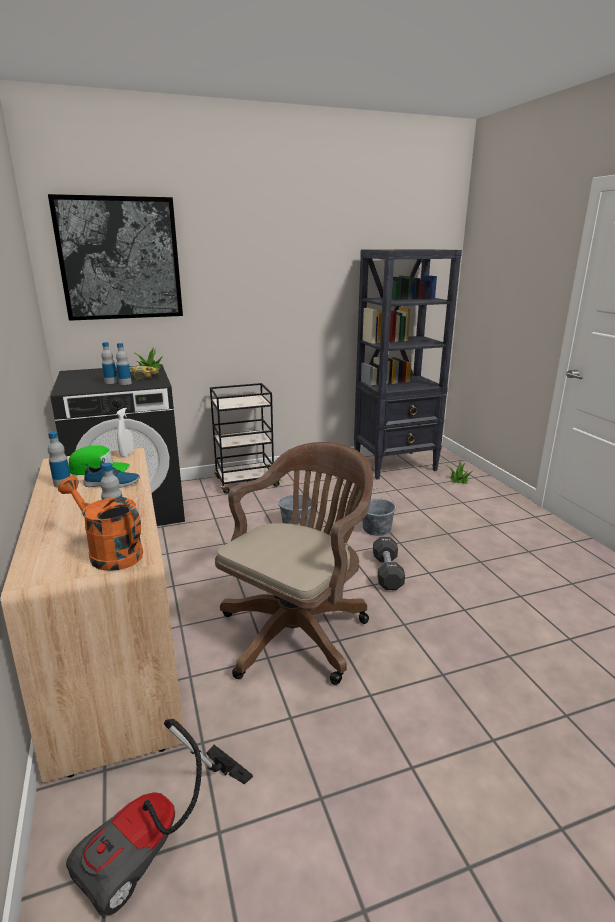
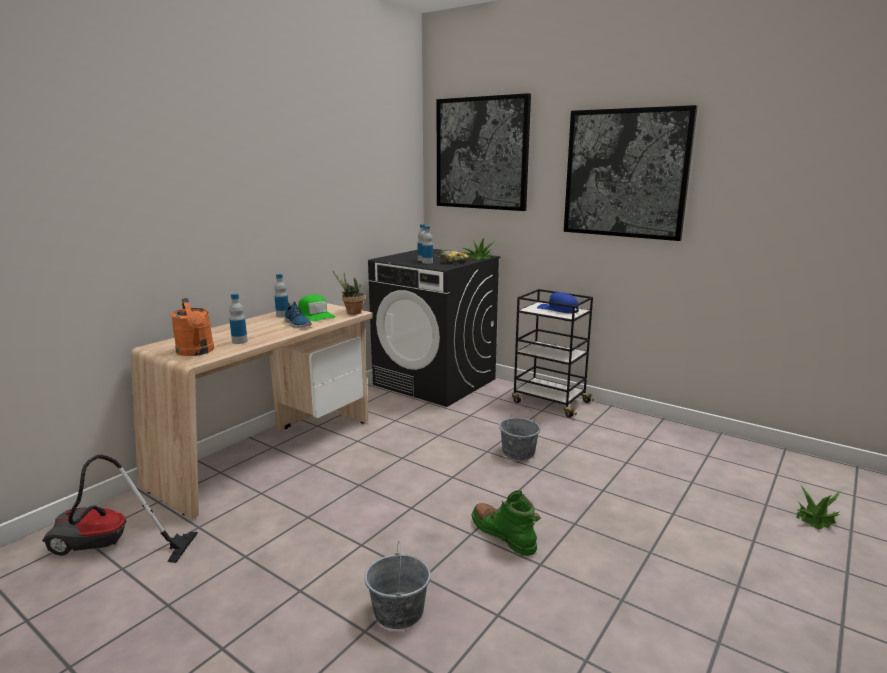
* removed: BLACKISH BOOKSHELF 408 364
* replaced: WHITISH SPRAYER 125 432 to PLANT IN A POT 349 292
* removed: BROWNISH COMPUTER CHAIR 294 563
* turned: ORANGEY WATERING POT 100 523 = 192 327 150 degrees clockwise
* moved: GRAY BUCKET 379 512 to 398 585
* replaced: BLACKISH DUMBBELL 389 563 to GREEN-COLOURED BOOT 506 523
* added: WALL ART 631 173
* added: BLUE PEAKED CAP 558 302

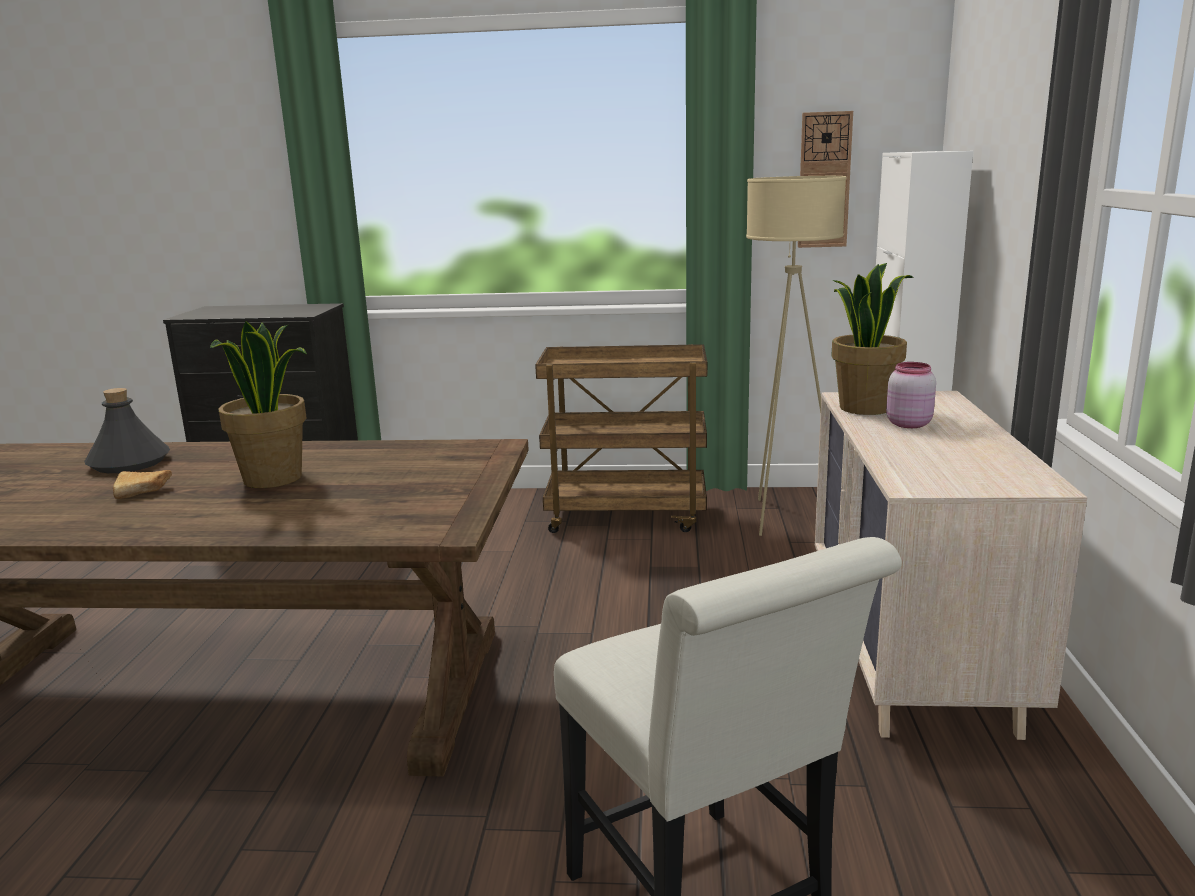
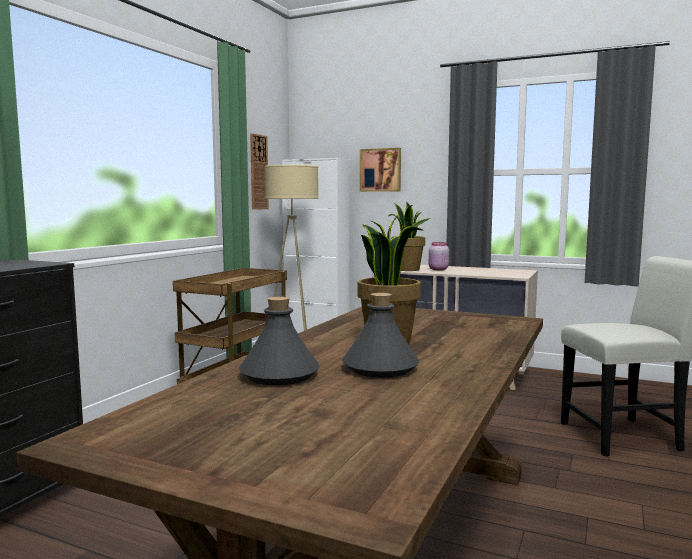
* replaced: BAKED BREAD 142 484 to GRAY BOTTLE 380 335
* added: WALL ART 380 170

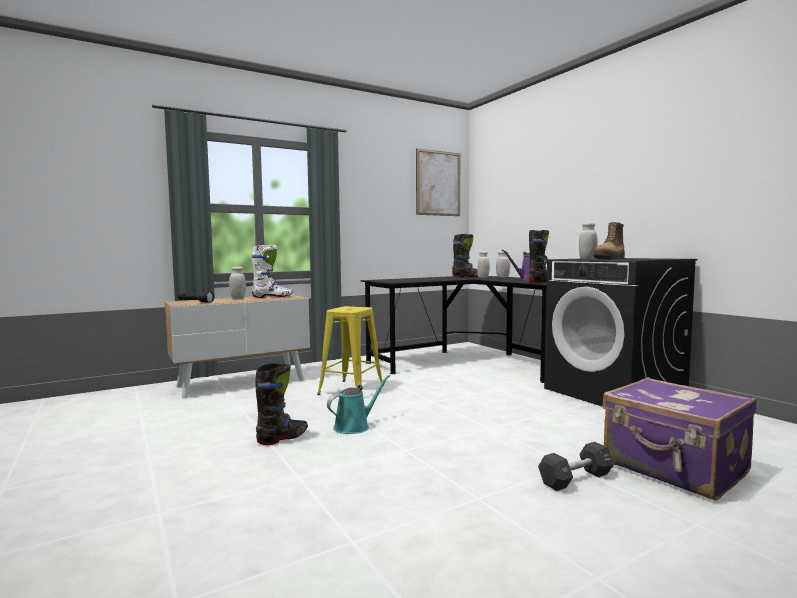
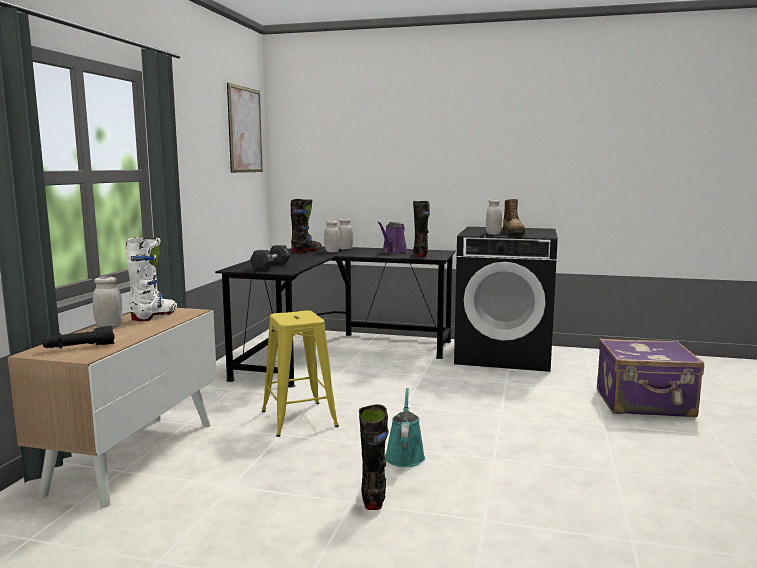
* moved: BLACKISH DUMBBELL 576 466 to 270 258

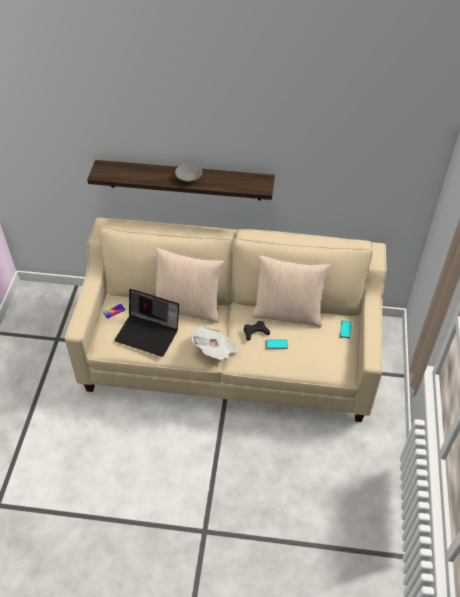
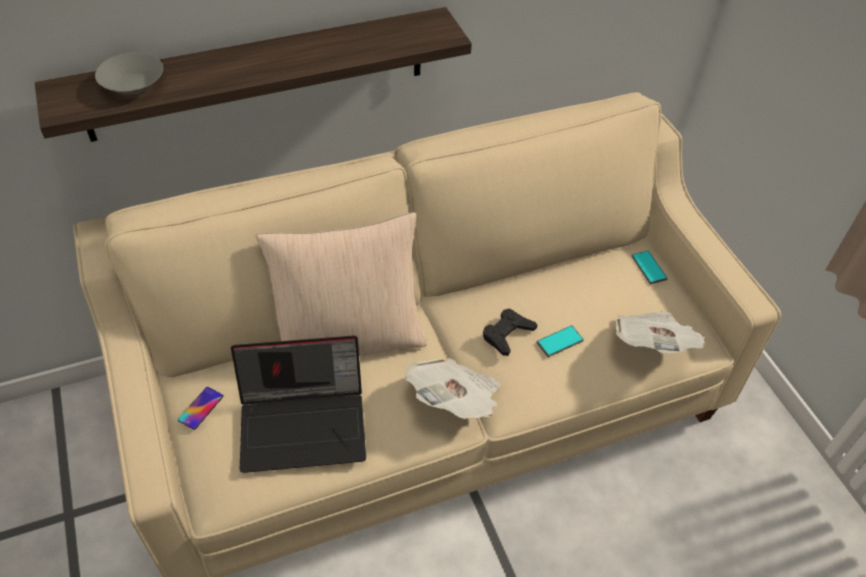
* moved: GRAY BOWL 188 173 to 129 73
* removed: SAND-COLOURED THROW PILLOW 291 291
* added: PRINTED PAPER 660 332

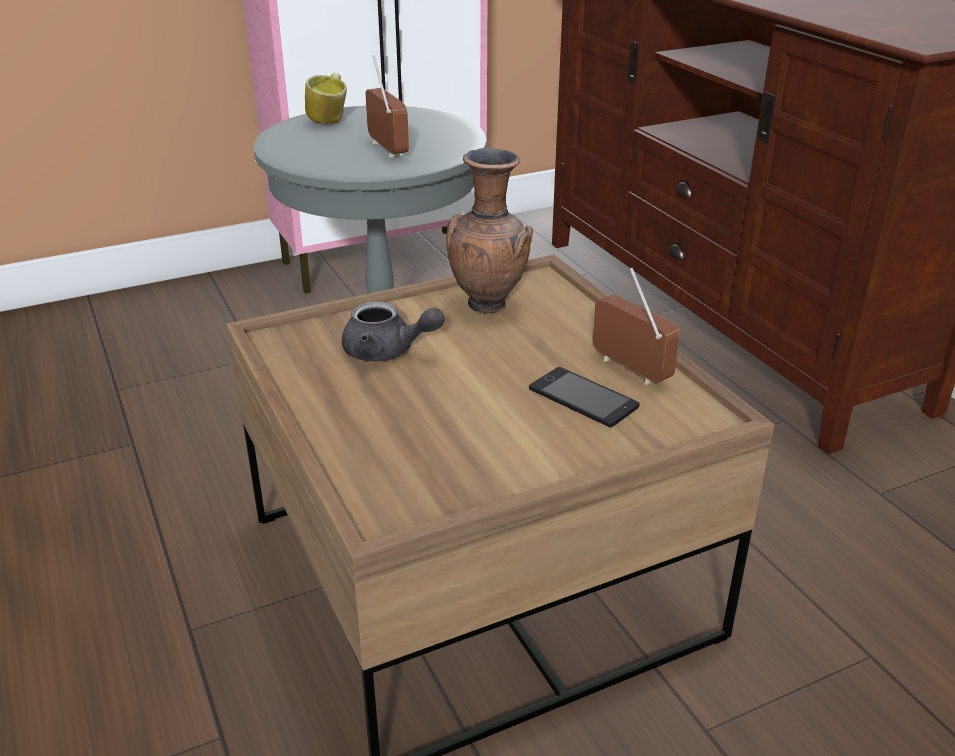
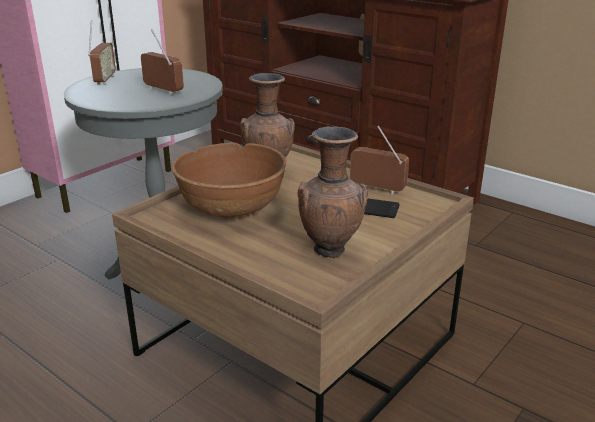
* replaced: TEA MUG 326 98 to RADIO RECEIVER 102 52
* replaced: GRAY POT FOR TEA 393 331 to BROWNISH BOWL 229 181
* added: BROWNISH VASE 332 192

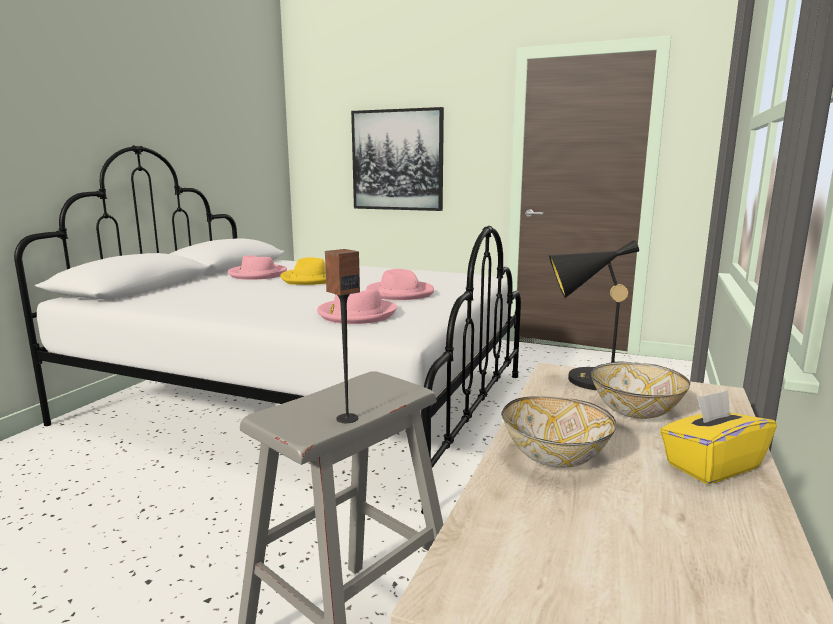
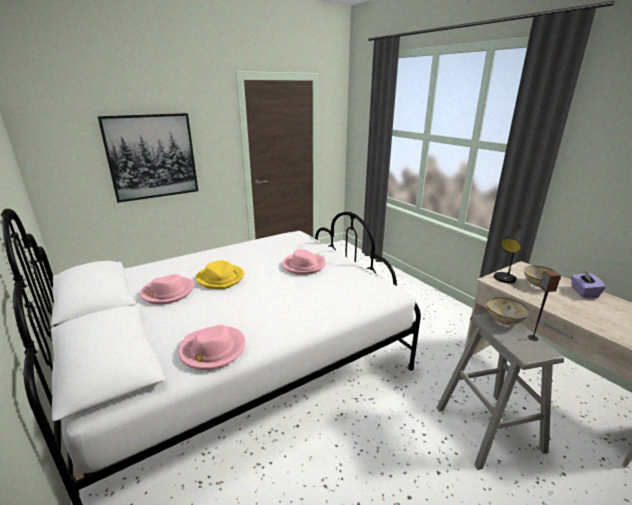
* moved: PINK-COLOURED WEARABLE HAT 357 306 to 211 347
* recoloured: YELLOW-COLOURED TISSUE BOX 718 437 to PURPLE TISSUE BOX 588 284
* moved: BOWL 558 432 to 508 311

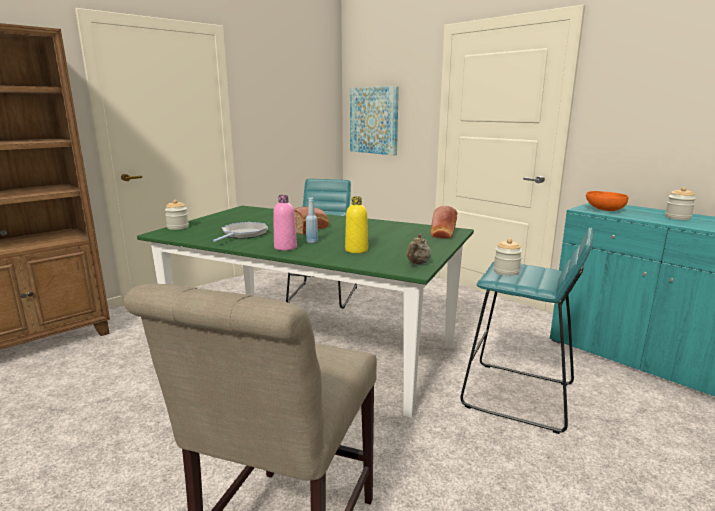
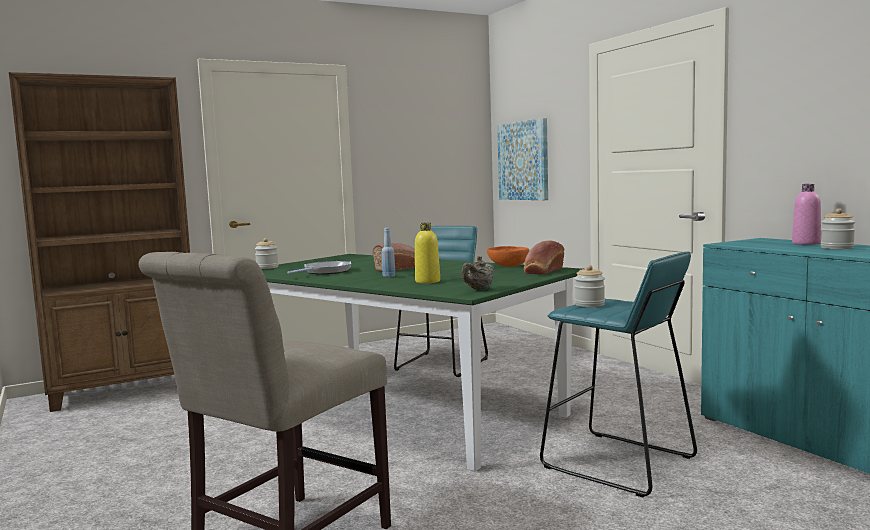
* moved: ORANGEY BOWL 607 201 to 508 256
* moved: PINK-COLOURED BOTTLE 285 223 to 806 214

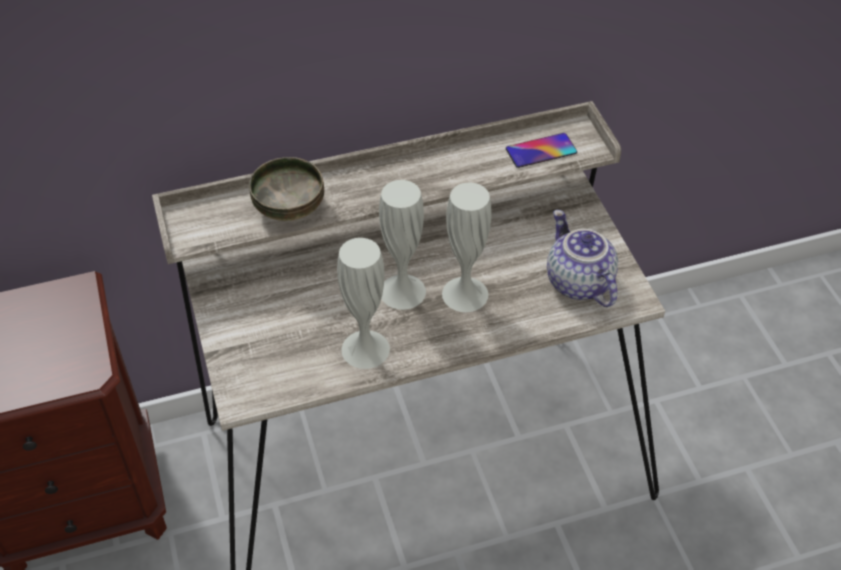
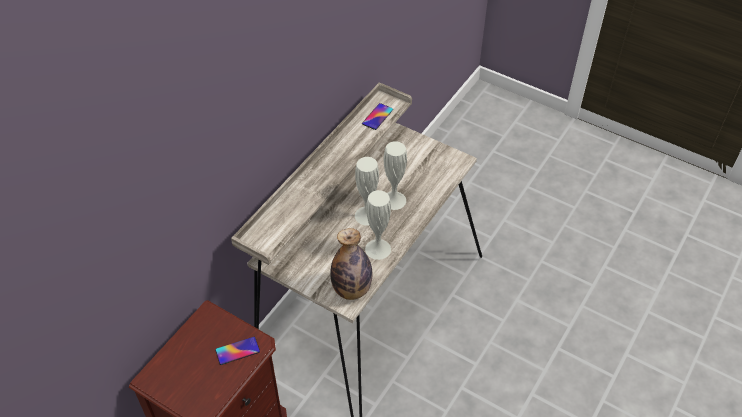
* removed: BOWL 286 189
* removed: POT FOR TEA 582 258
* added: BOTTLE 351 264
* added: TELEPHONE 237 351

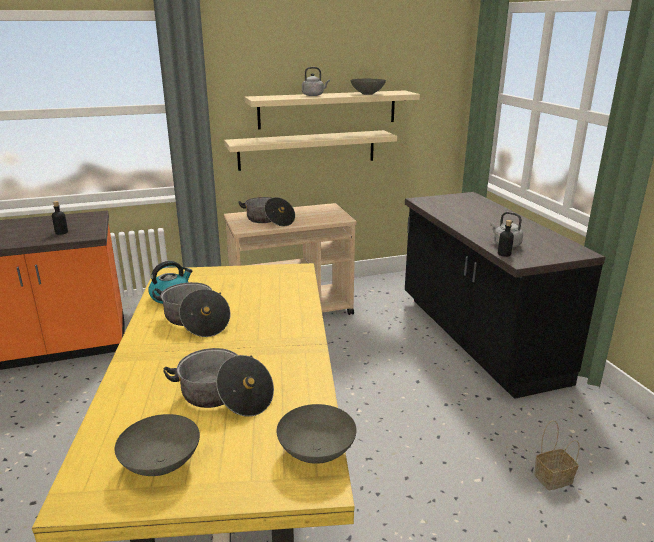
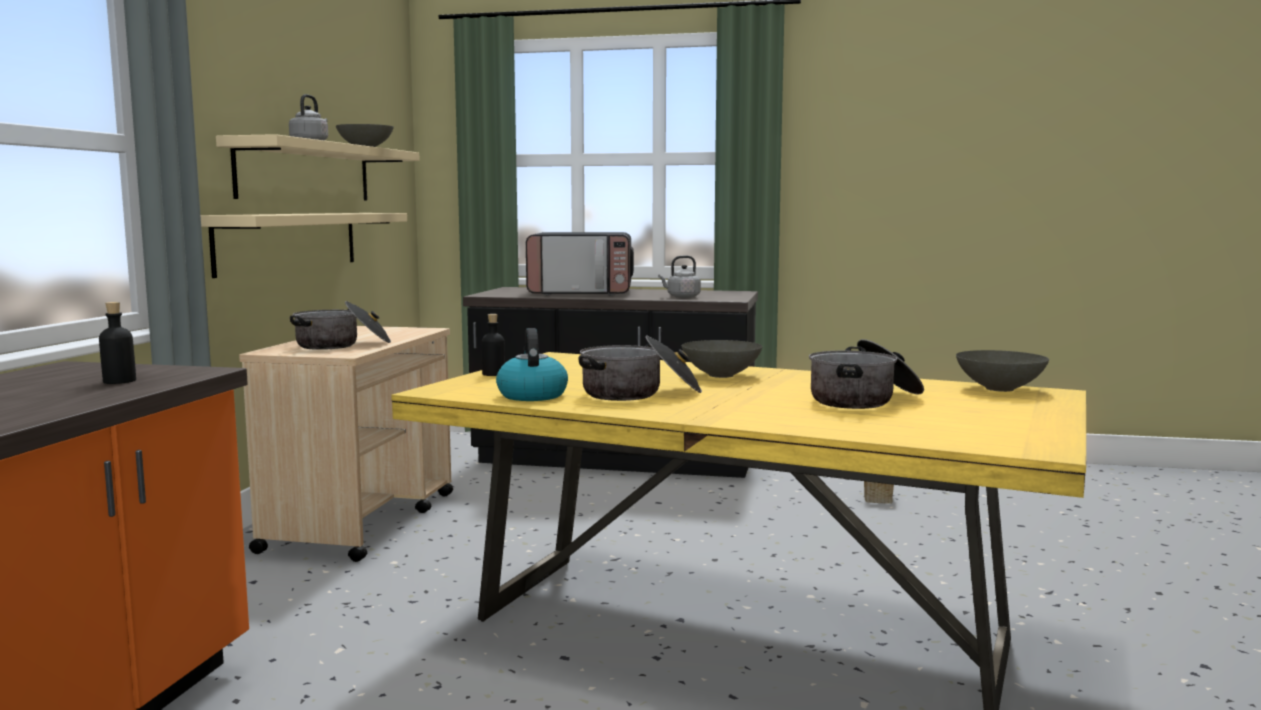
* moved: BLACKISH BOTTLE 506 238 to 493 345
* moved: GRAY BOWL 157 445 to 722 359
* added: KITCHEN MICROWAVE 580 263

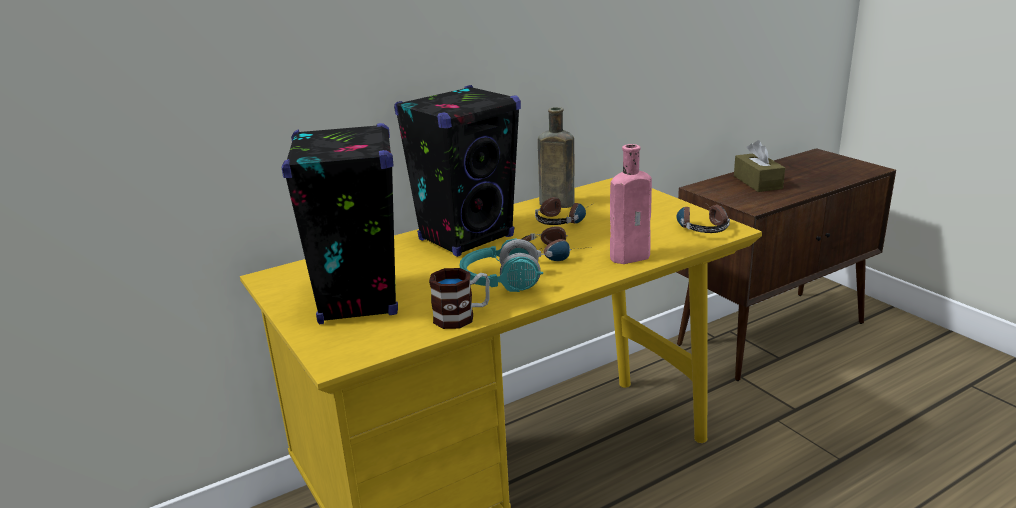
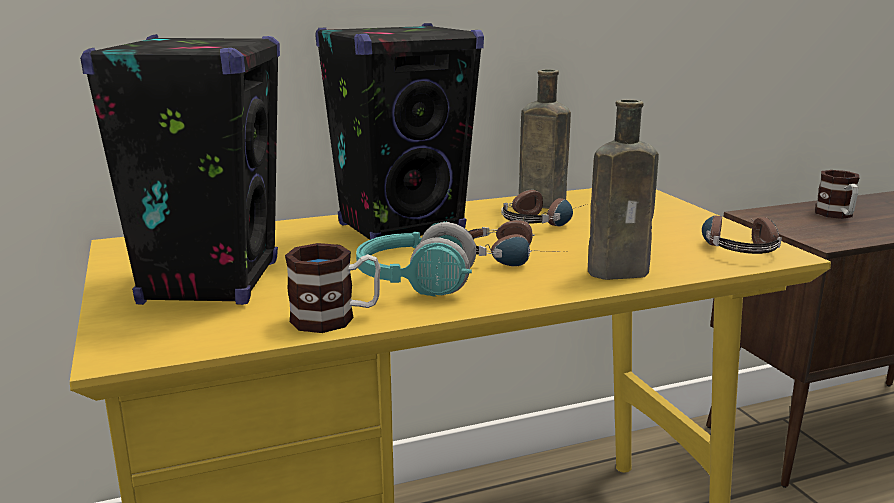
* replaced: BROWNISH TISSUE BOX 759 166 to TEA MUG 837 194
* recoloured: PINK-COLOURED BOTTLE 631 204 to BROWNISH BOTTLE 623 190

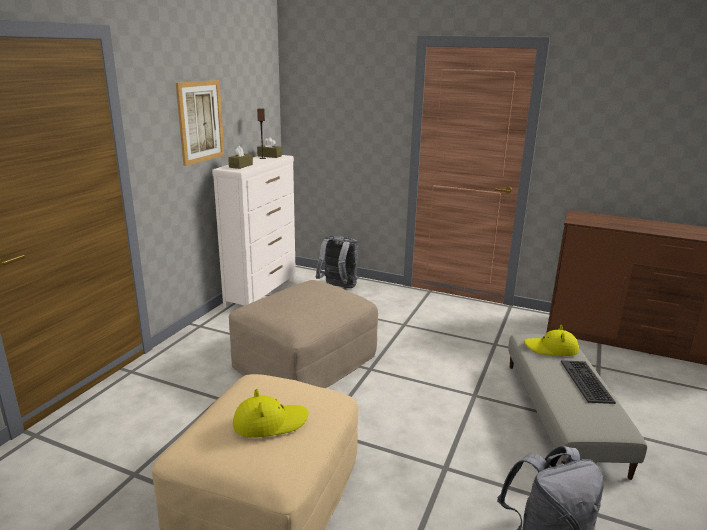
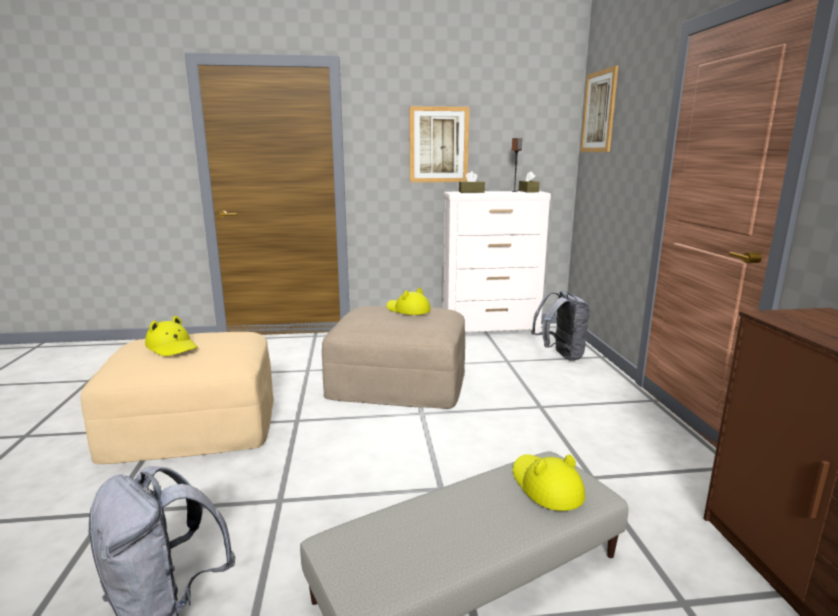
* removed: KEYBOARD 588 382
* added: WALL ART 599 109
* added: YELLOW-COLOURED WEARABLE HAT 408 301

